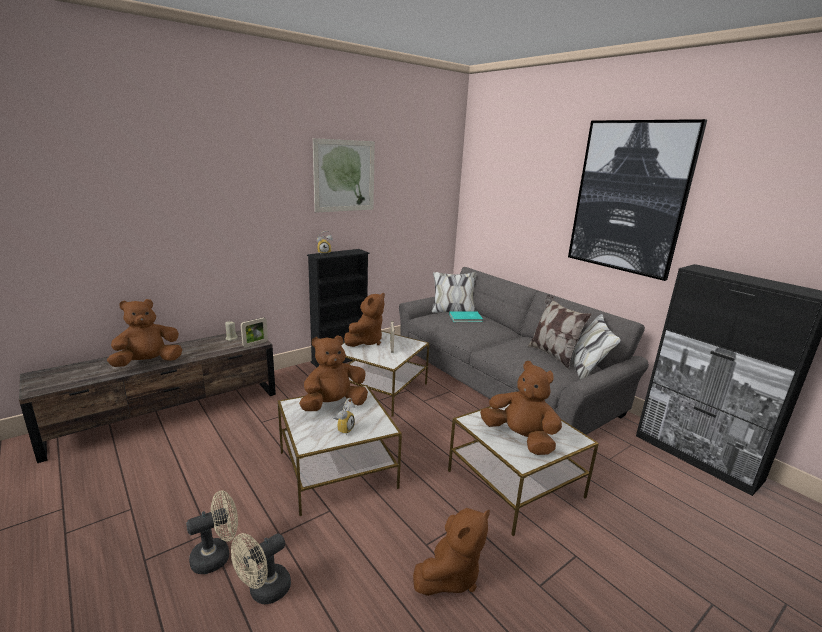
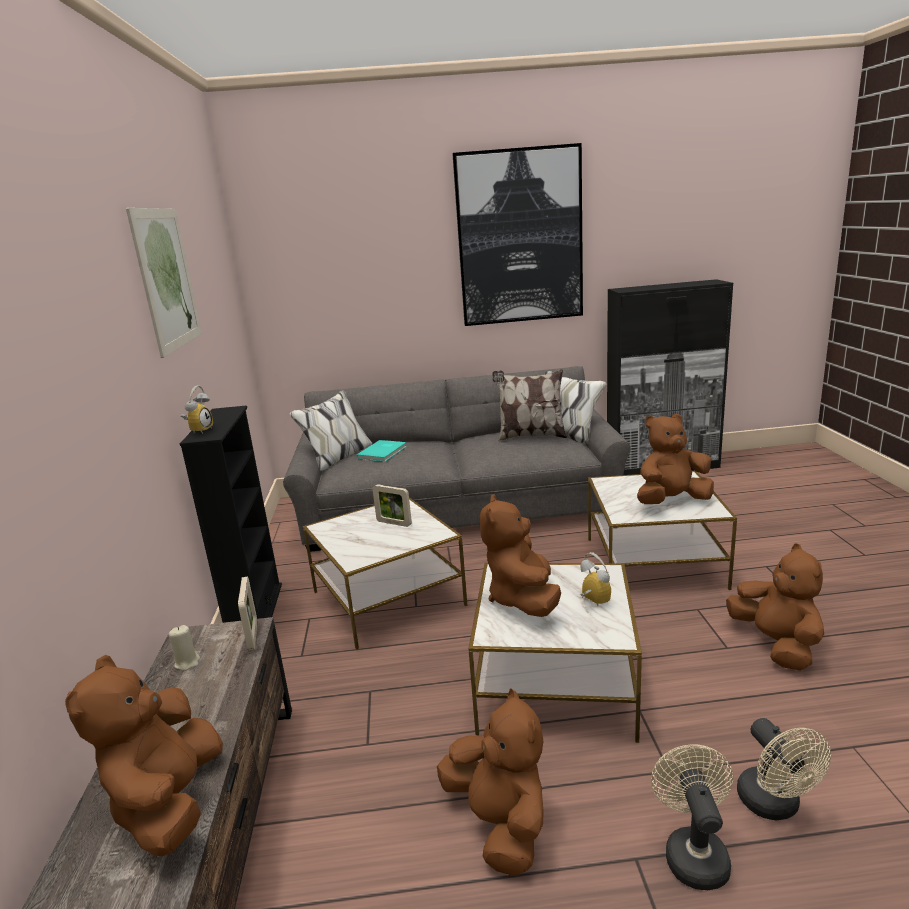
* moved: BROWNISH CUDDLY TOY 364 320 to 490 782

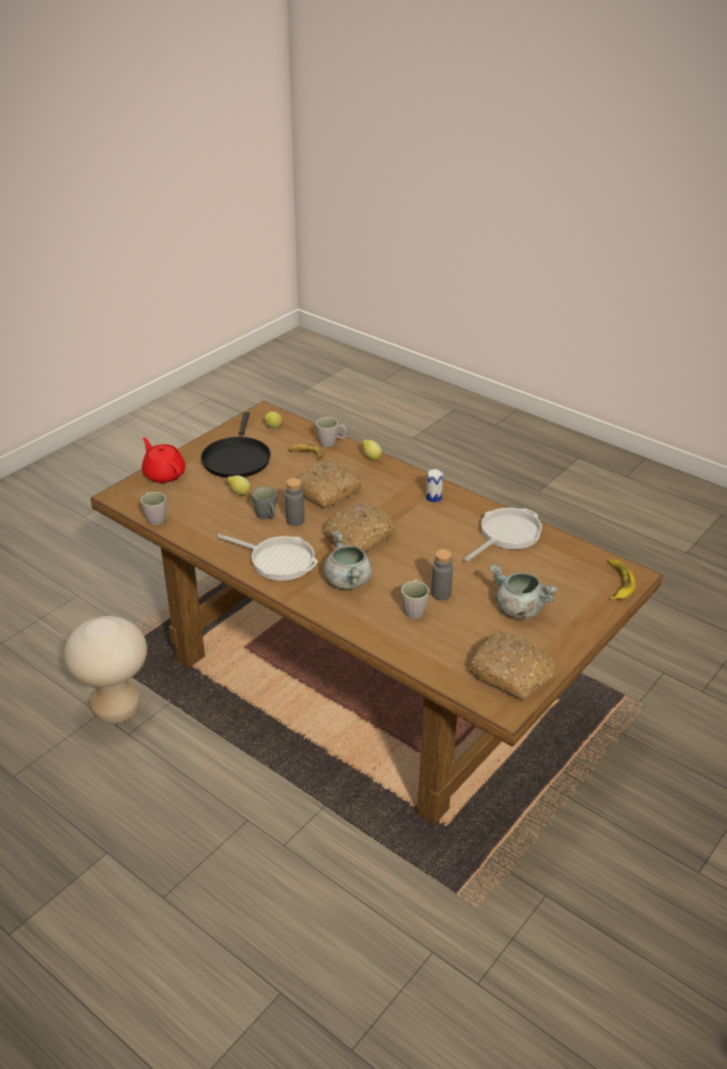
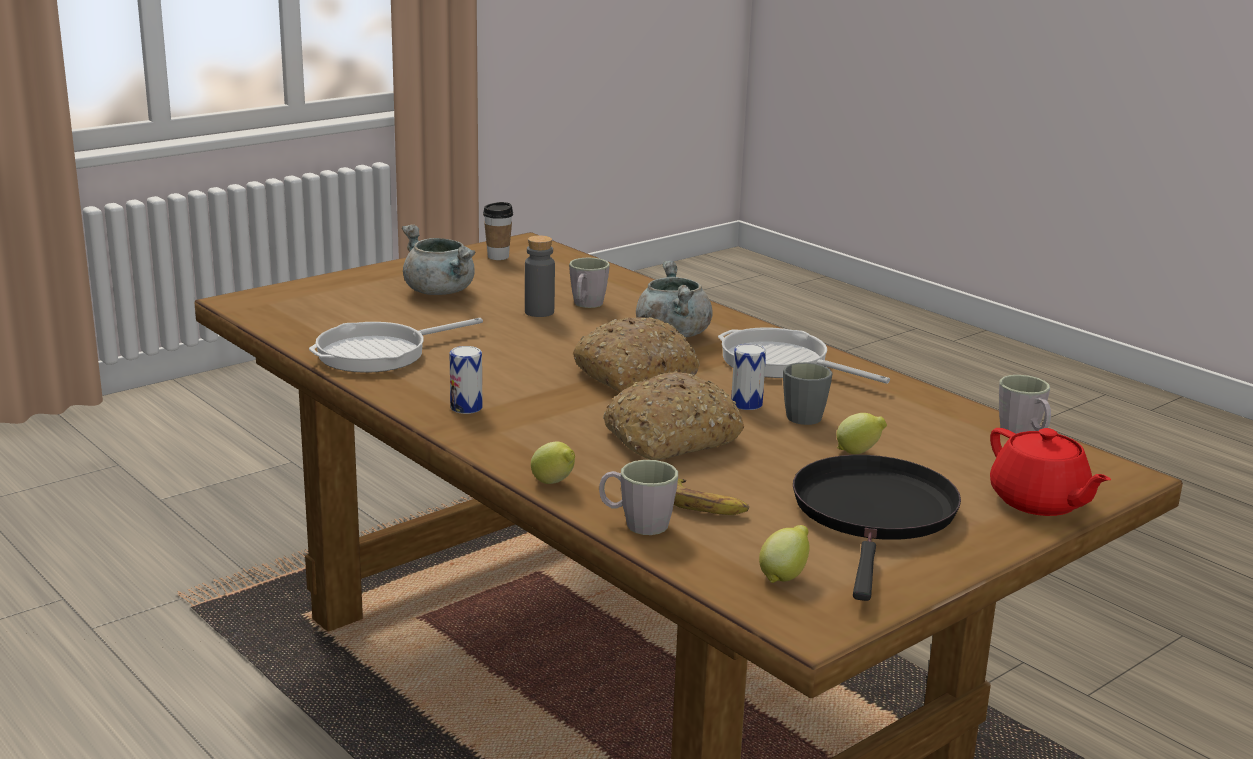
* replaced: GRAY BOTTLE 294 502 to CAN 748 377
* removed: WHOLE BANANA 622 579
* removed: SAND-COLOURED STOOL 105 670
* replaced: BAKED BREAD 512 665 to DRINKING CUP 498 231

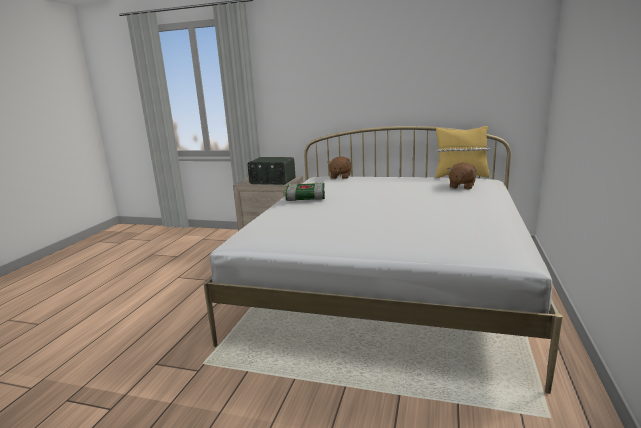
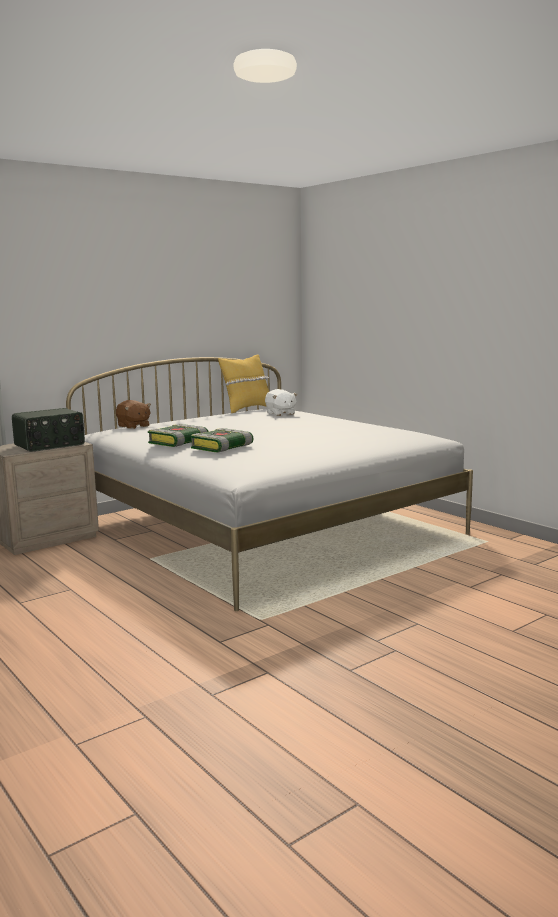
* recoloured: BROWNISH CUDDLY TOY 461 175 to WHITISH CUDDLY TOY 281 402
* added: VOLUME 221 440

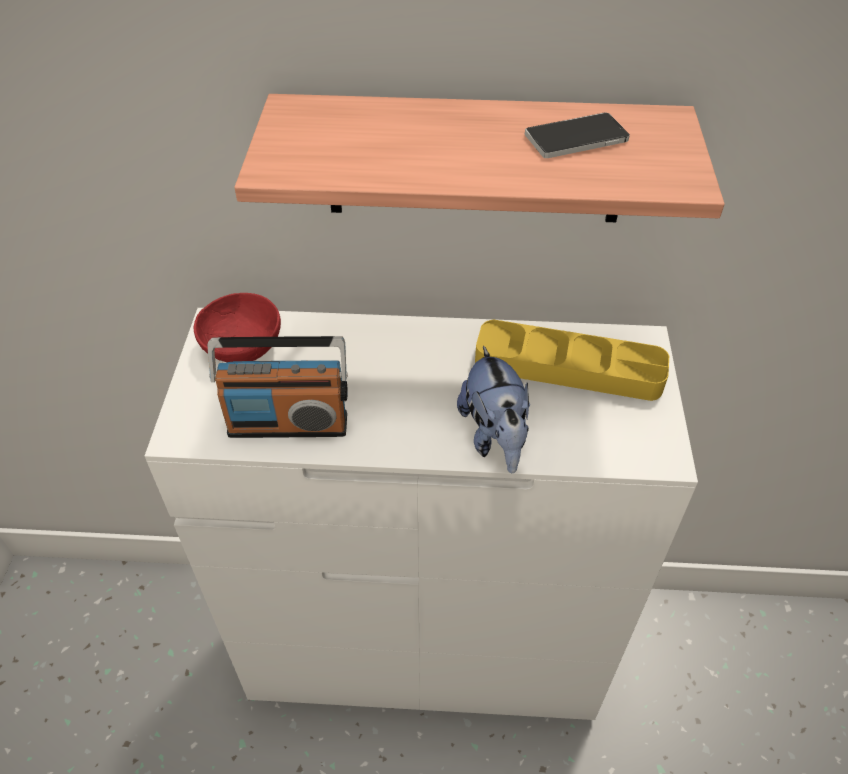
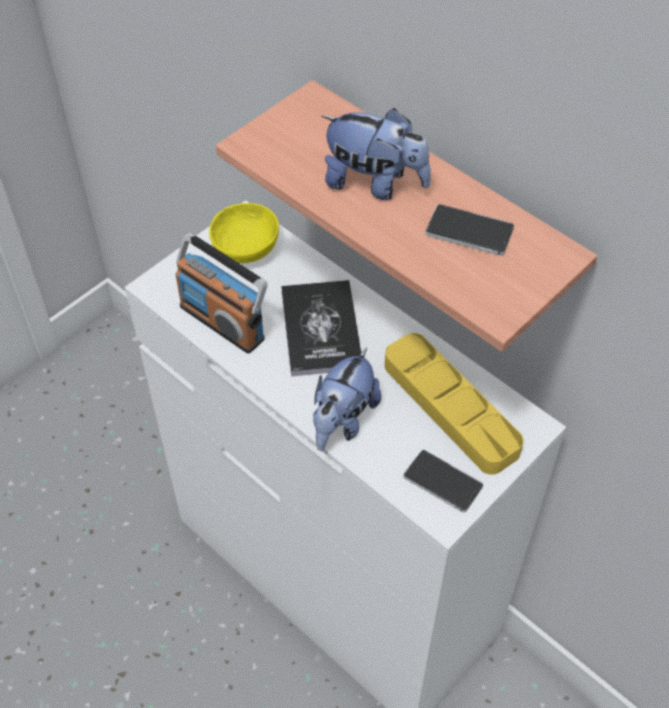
* recoloured: RED-COLOURED BOWL 237 327 to YELLOW-COLOURED BOWL 244 233
* added: CUDDLY TOY 376 154
* added: VOLUME 321 328
* added: TELEPHONE 443 481

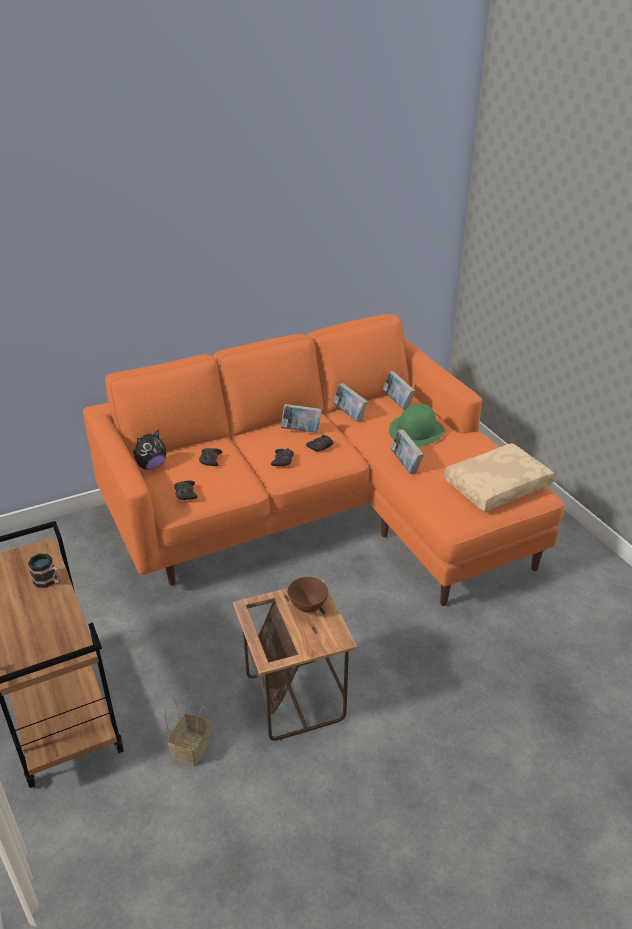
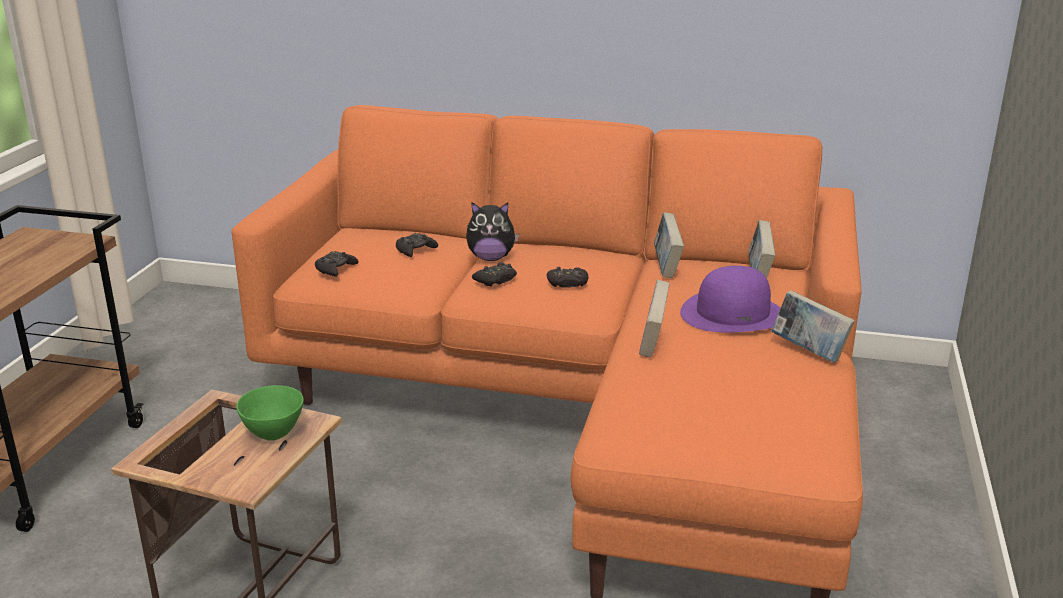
* recoloured: GREEN-COLOURED WEARABLE HAT 417 425 to PURPLE WEARABLE HAT 730 299
* moved: VOLUME 301 418 to 813 326
* moved: CUDDLY TOY 149 449 to 492 231
* removed: SAND-COLOURED THROW PILLOW 499 477
* removed: TEA MUG 44 571
* recoloured: BROWNISH BOWL 307 595 to GREEN-COLOURED BOWL 270 412
* removed: BASKET 187 731

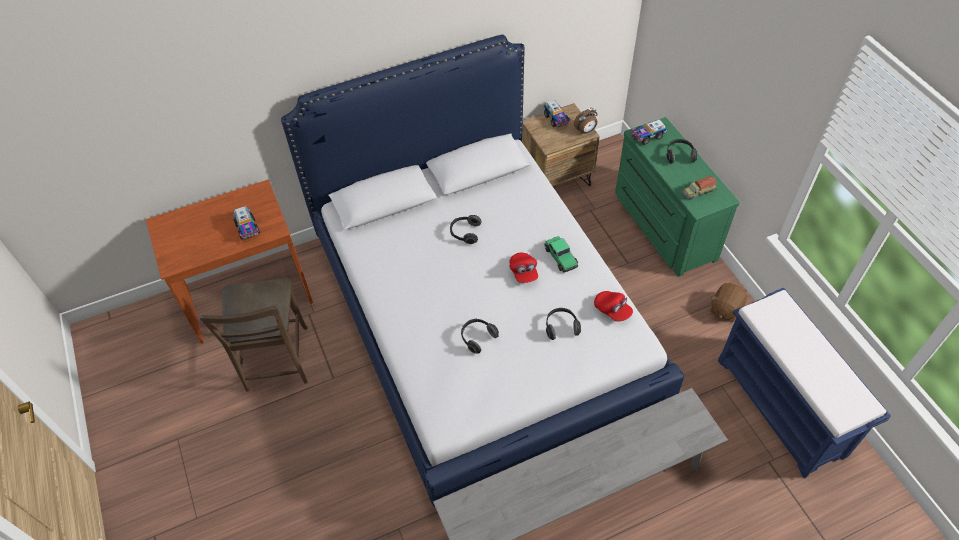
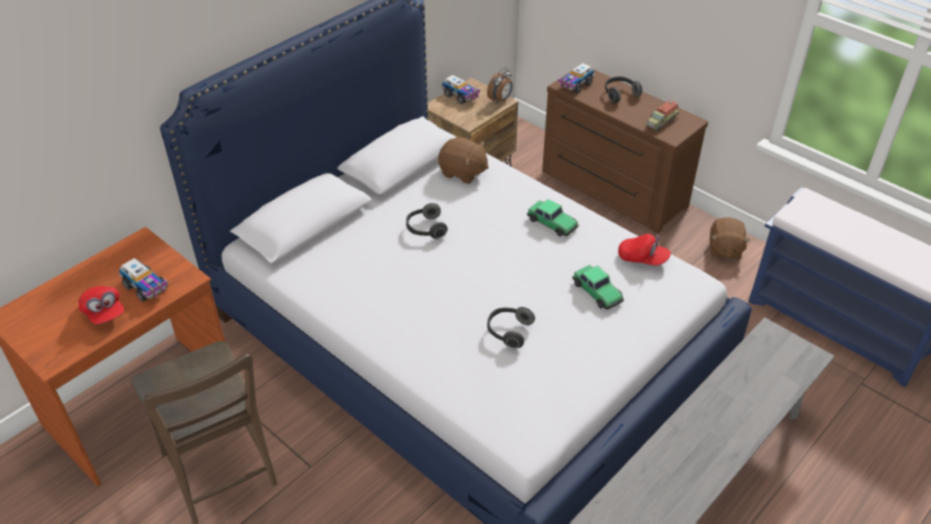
* recoloured: GREEN-COLOURED CHEST OF DRAWERS 677 197 to BROWNISH CHEST OF DRAWERS 625 151
* moved: RED-COLOURED PEAKED CAP 523 268 to 101 305
* replaced: HEADPHONES 563 324 to MINIATURE CAR 598 287
* added: BROWNISH CUDDLY TOY 463 160

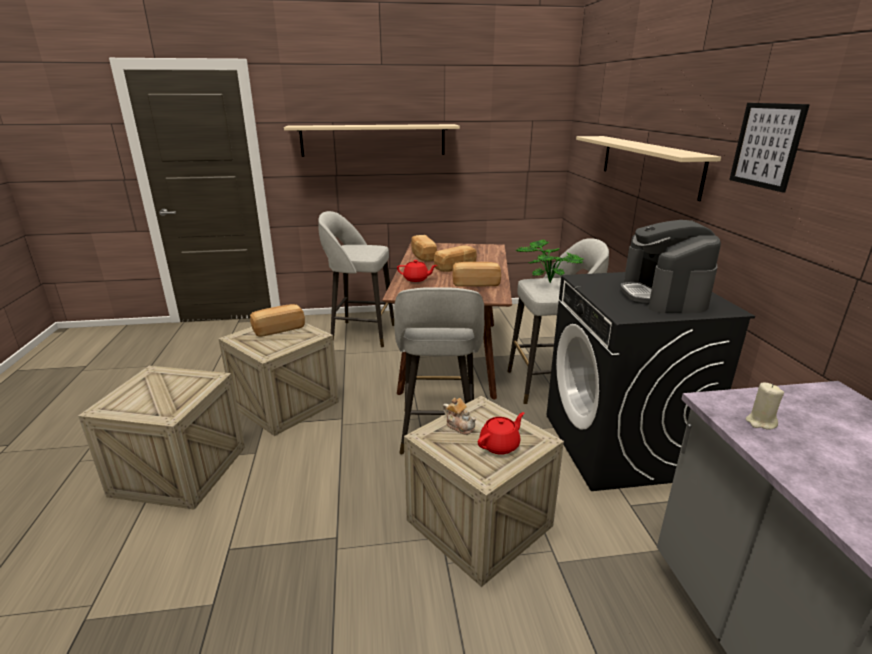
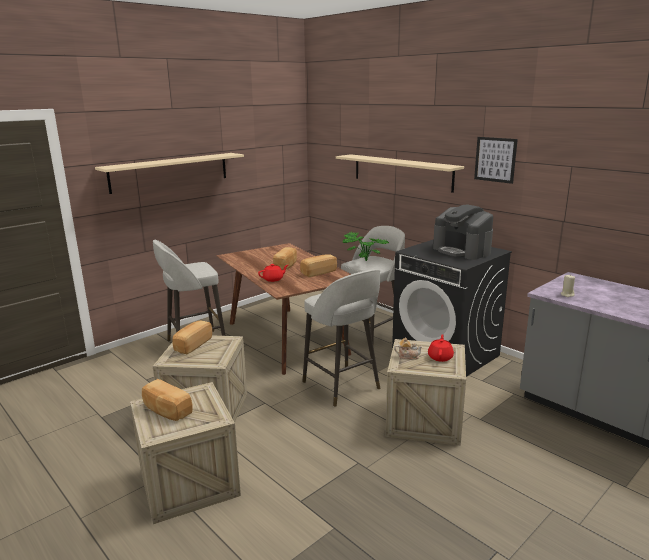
* moved: BAKED BREAD 424 248 to 167 400

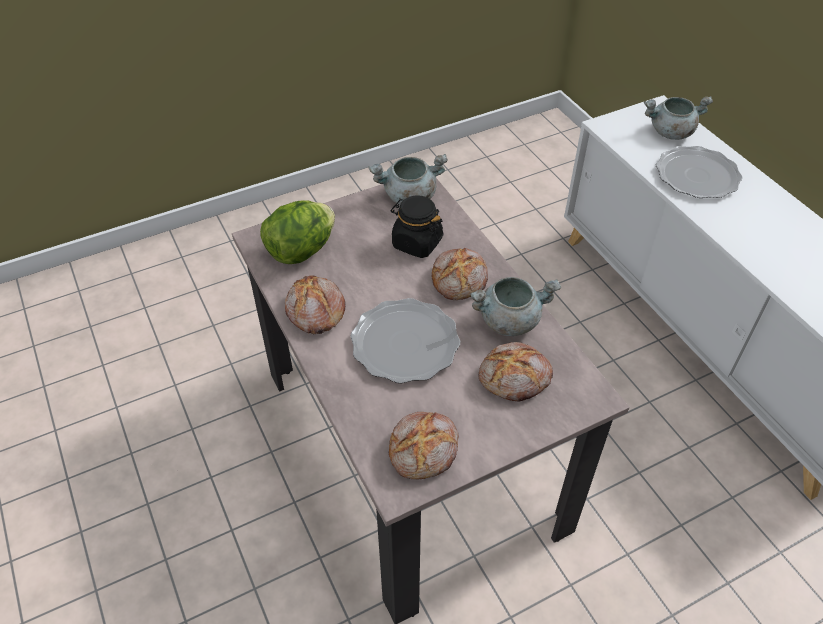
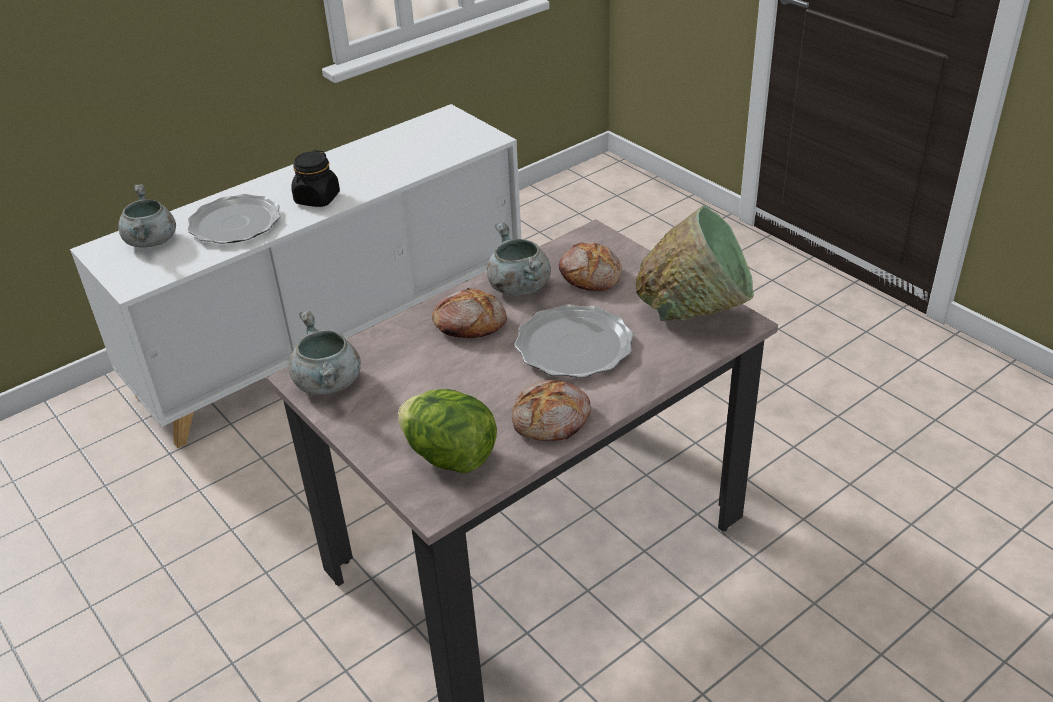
* moved: BLACKISH JAR 417 226 to 315 178
* replaced: BAKED BREAD 424 446 to GREEN-COLOURED BOWL 695 263

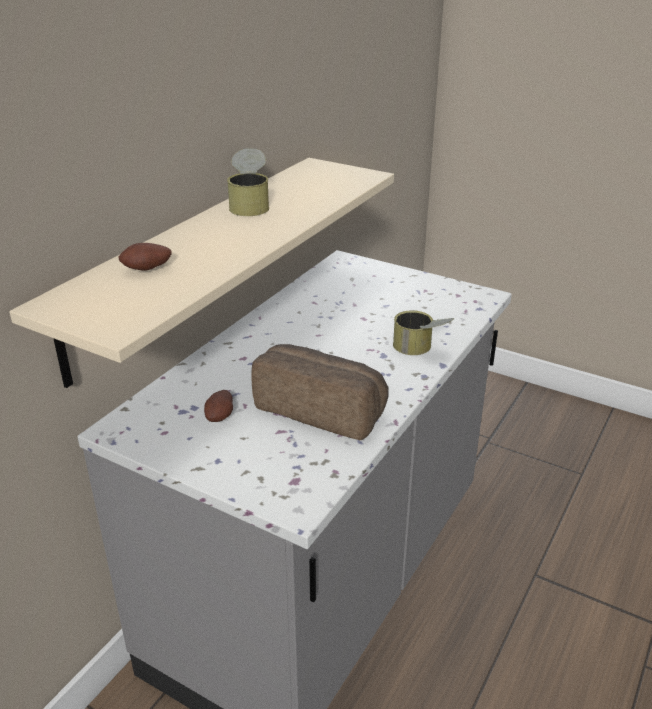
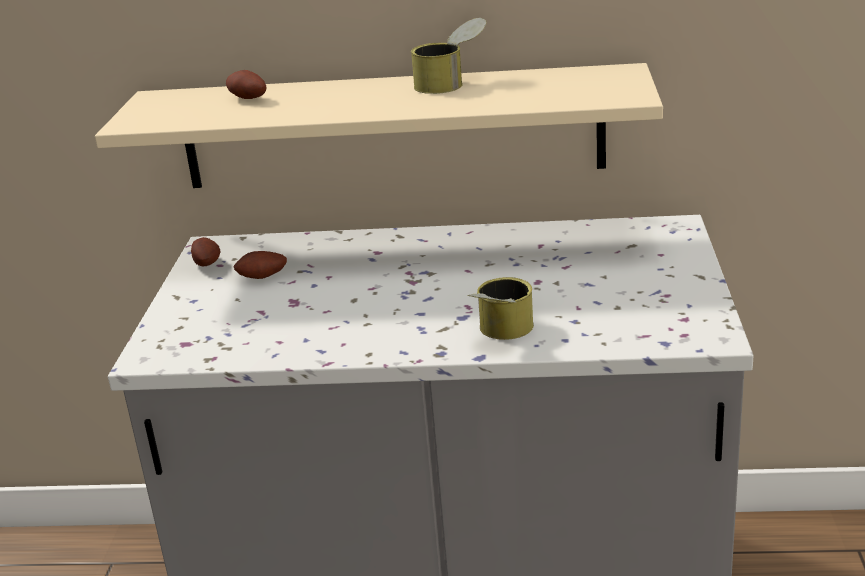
* removed: BAKED BREAD 320 392
* added: WHOLE POTATO 205 251

